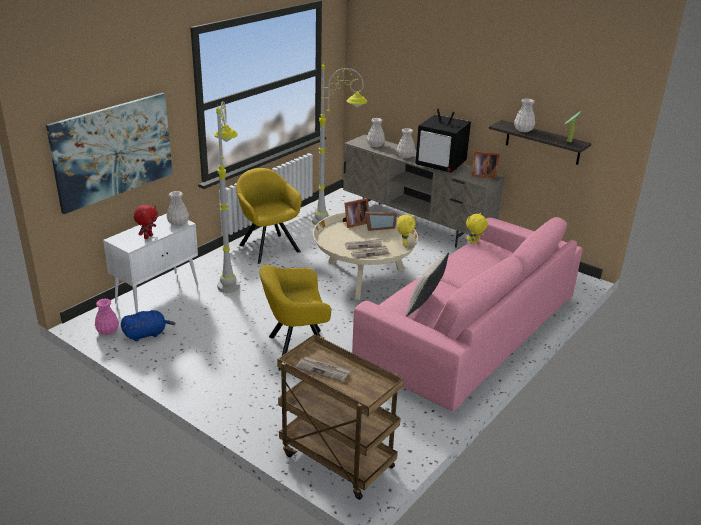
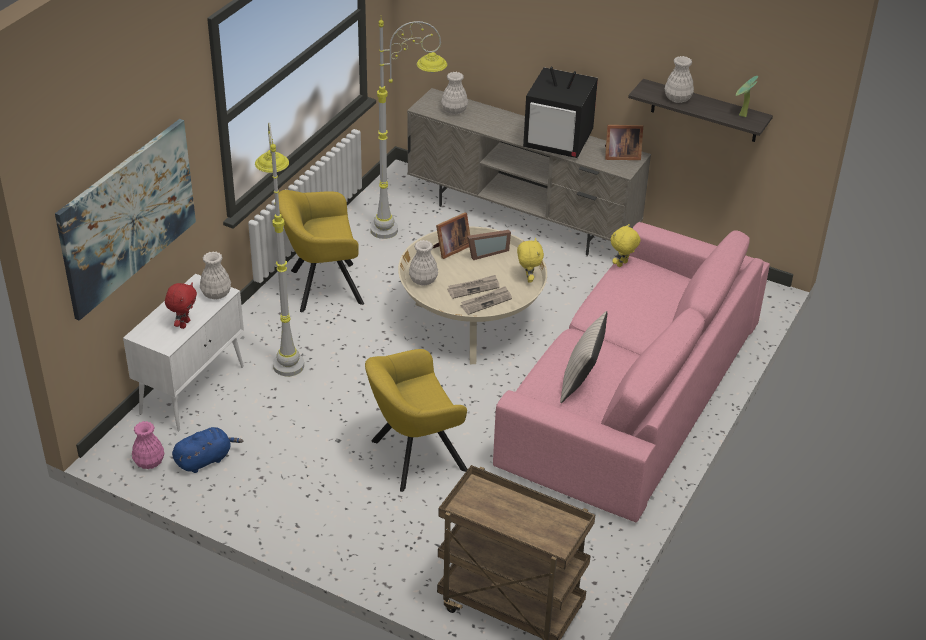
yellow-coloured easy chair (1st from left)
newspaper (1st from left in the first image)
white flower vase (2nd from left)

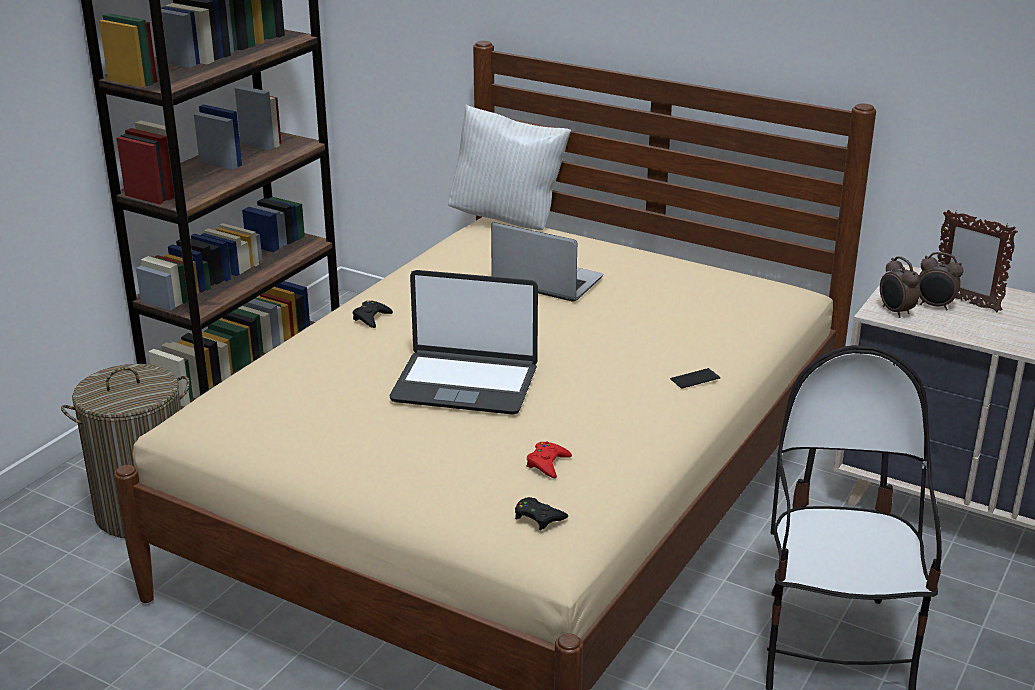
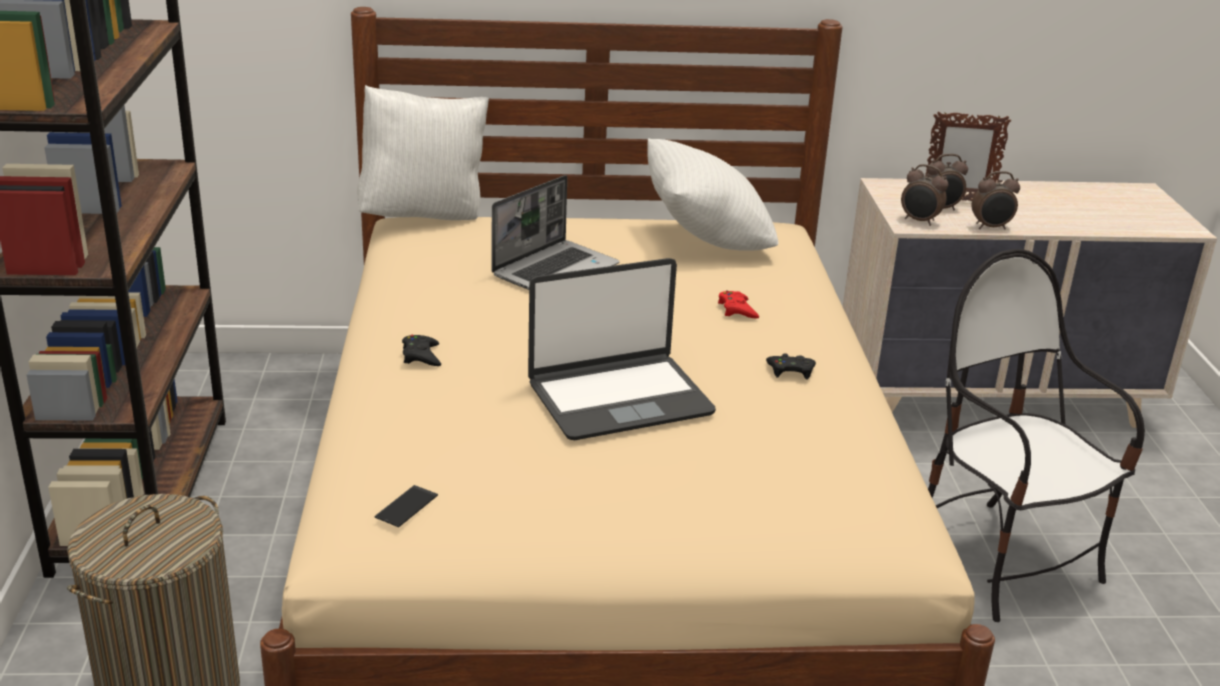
notebook computer (1st from left)
black-coloured joypad (2nd from left)
red-coloured joypad
phone
white pillow (2nd from left)
table clock (3rd from left)

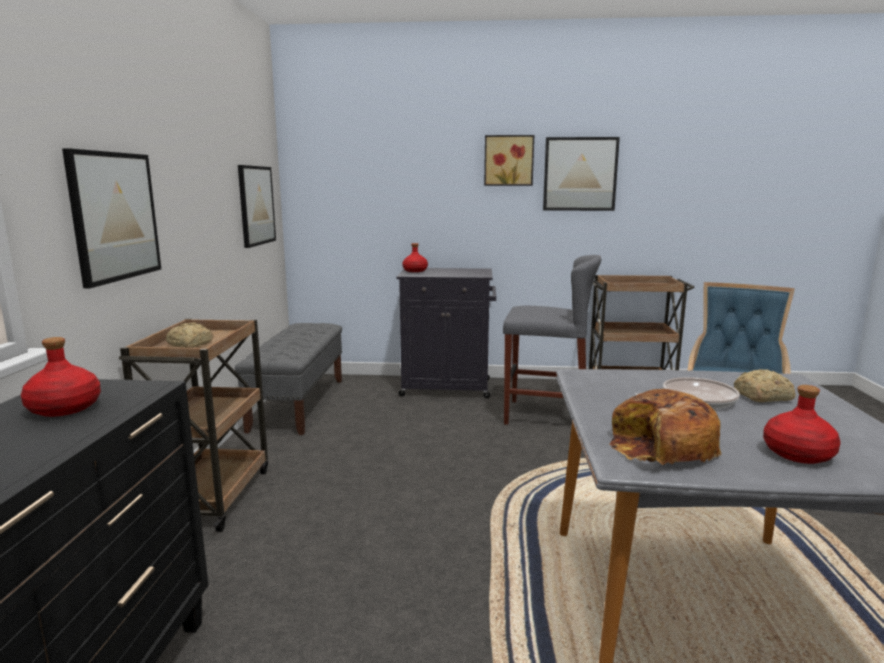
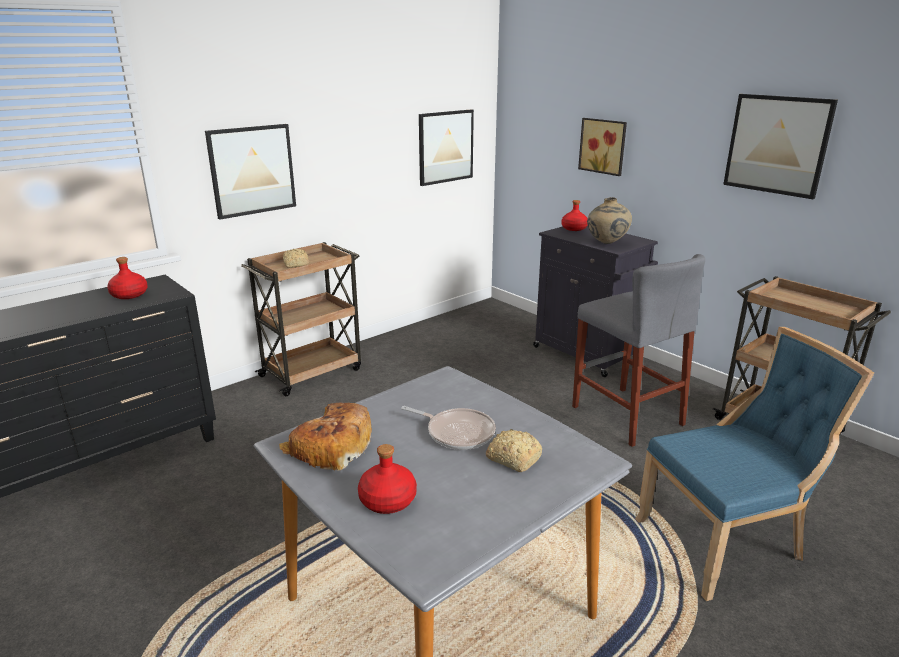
greyish indoor bench
wall art (3rd from left)
sand-coloured flower vase

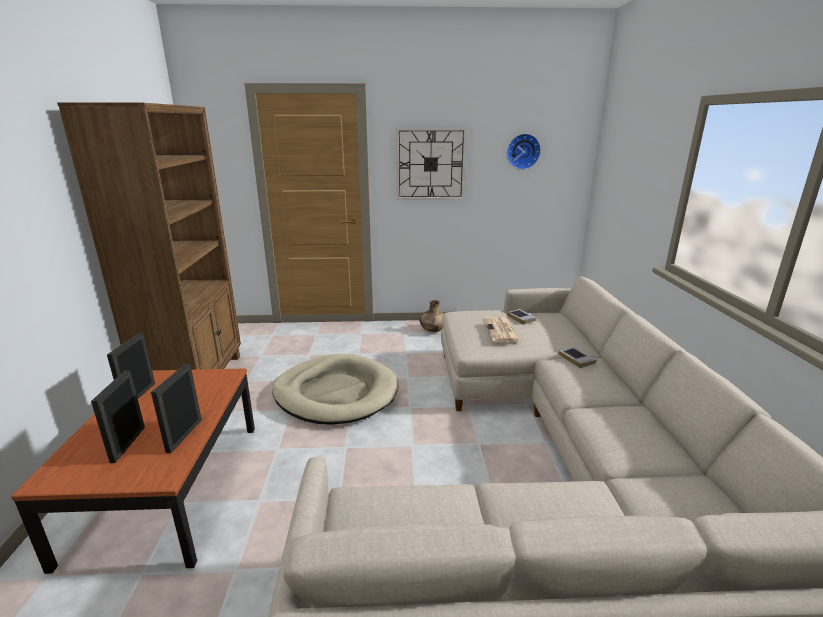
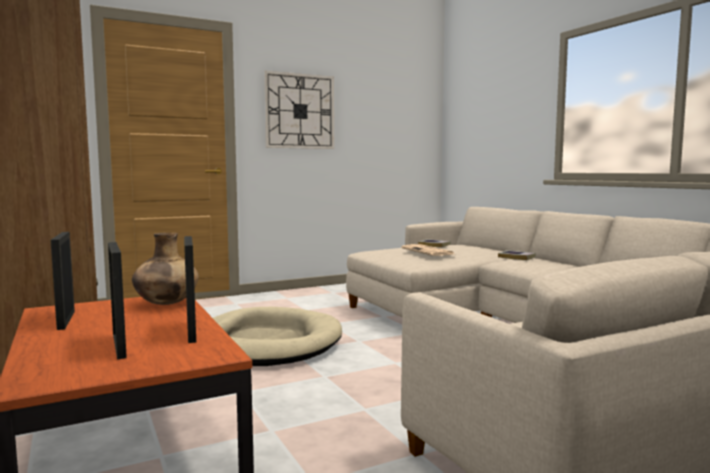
brownish flower vase
clock on the wall (2nd from left in the first image)

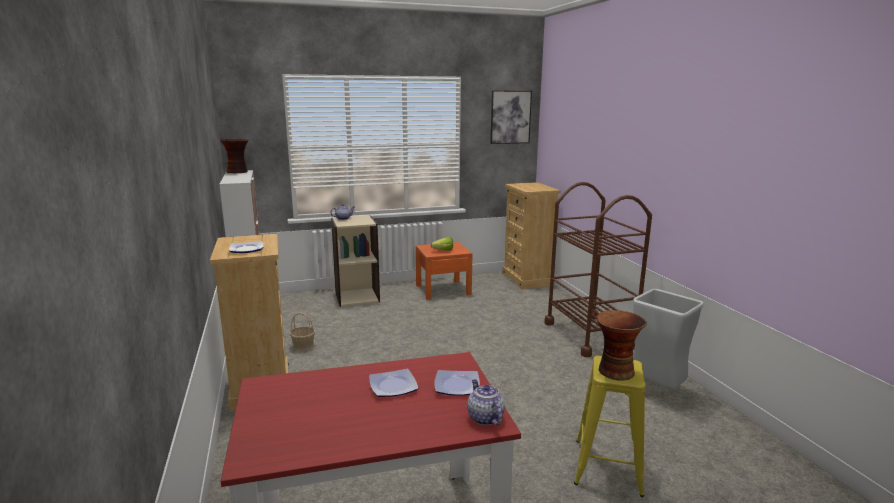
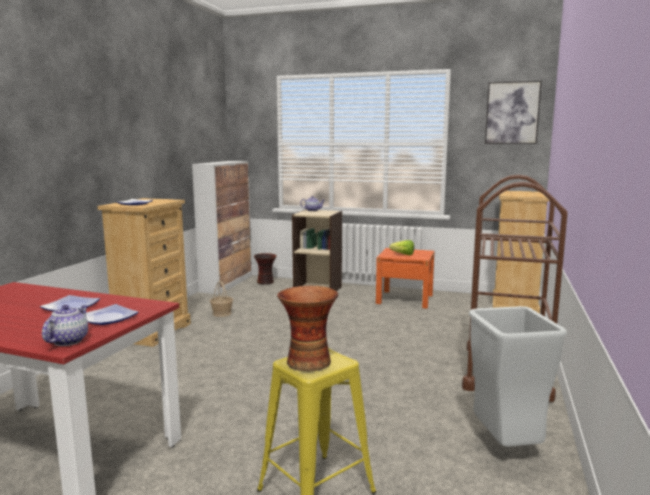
flower vase (1st from left)

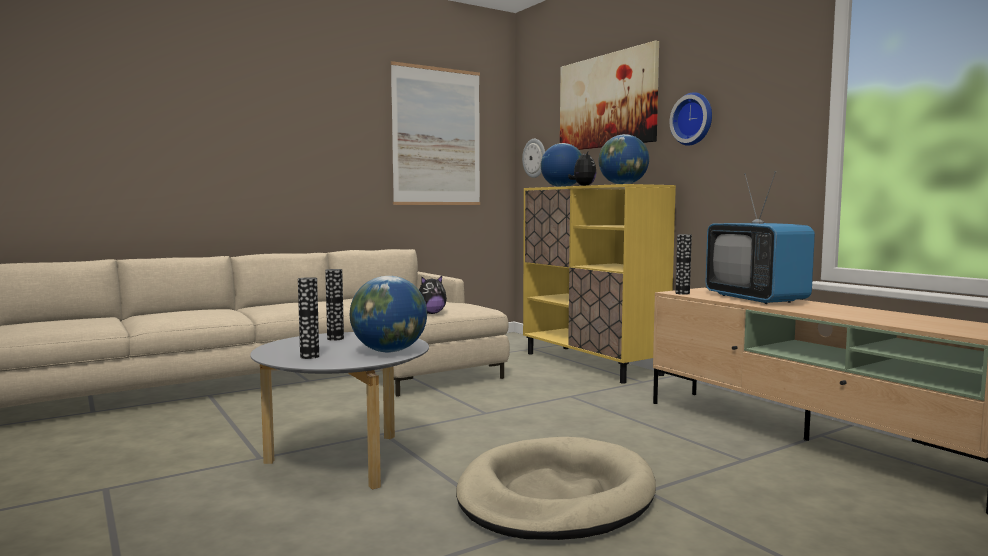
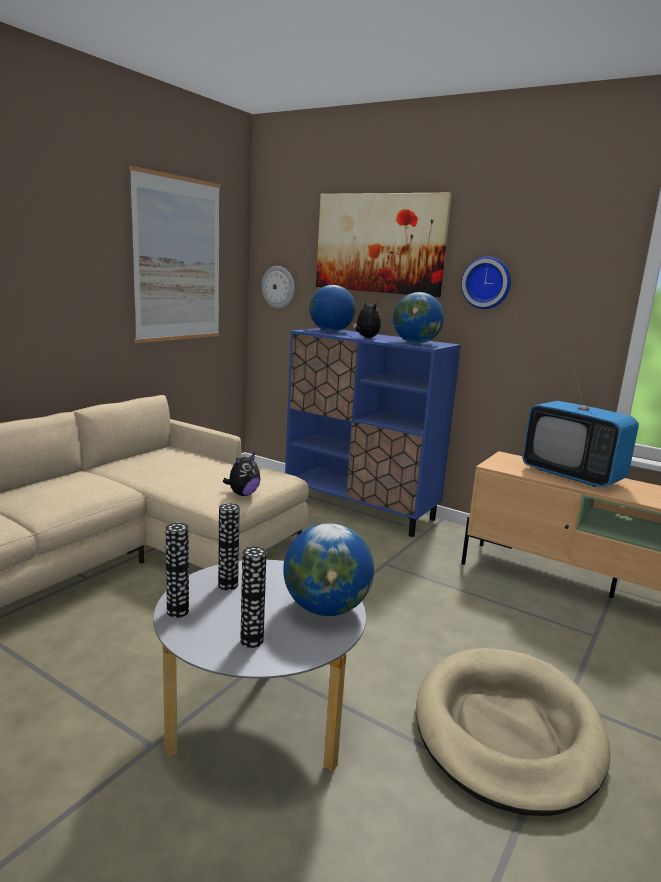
blue cupboard
flower vase (1st from left)

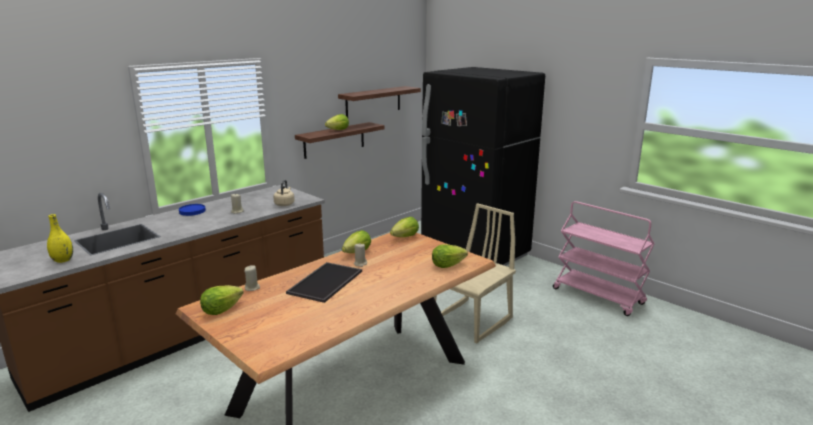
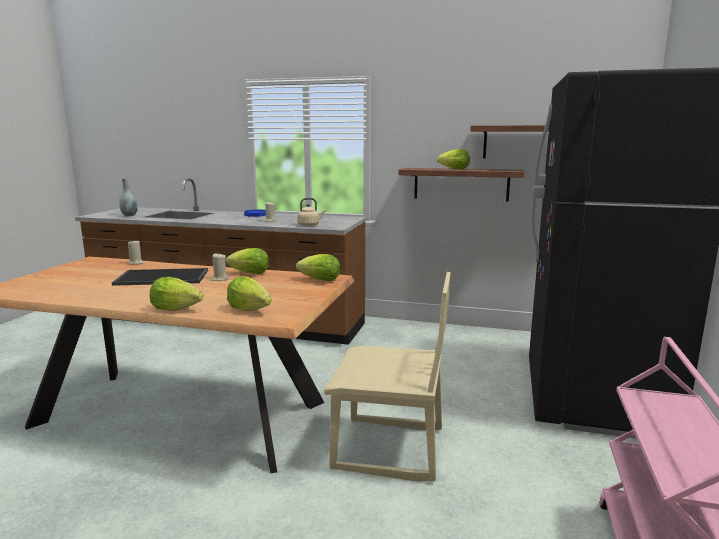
greyish flower vase
head of lettuce (1st from left)

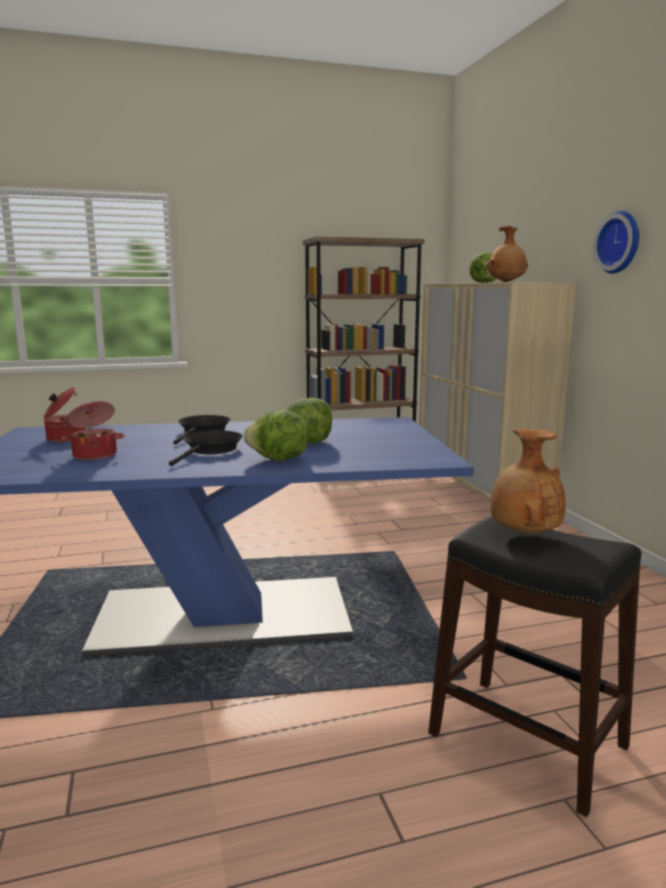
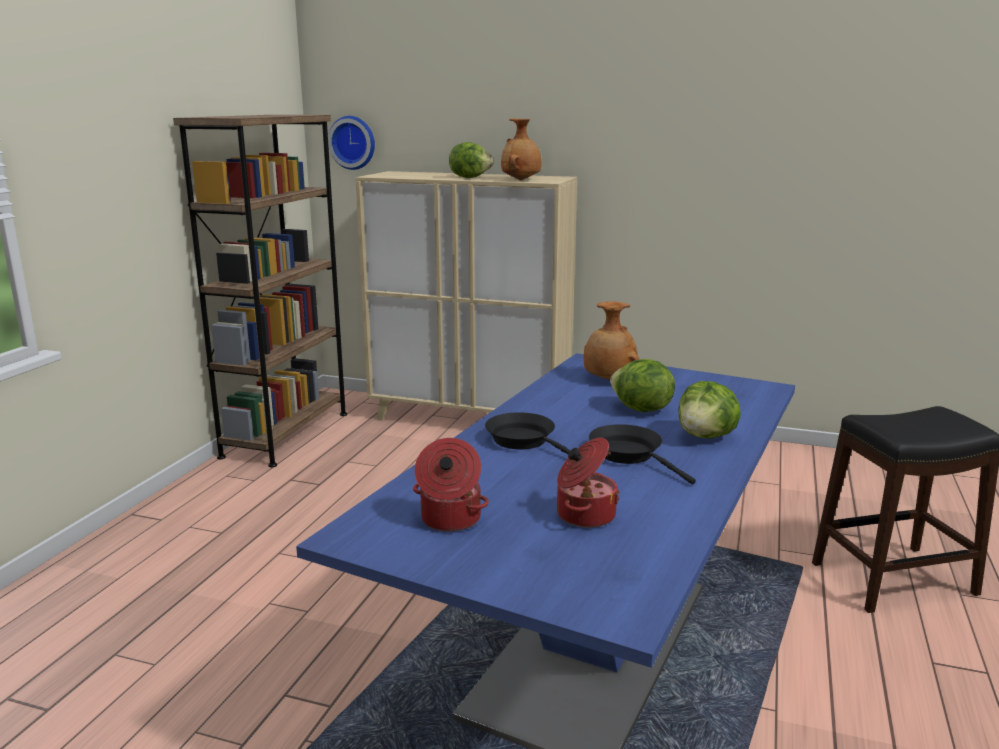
brownish flower vase (2nd from left)
clock on the wall

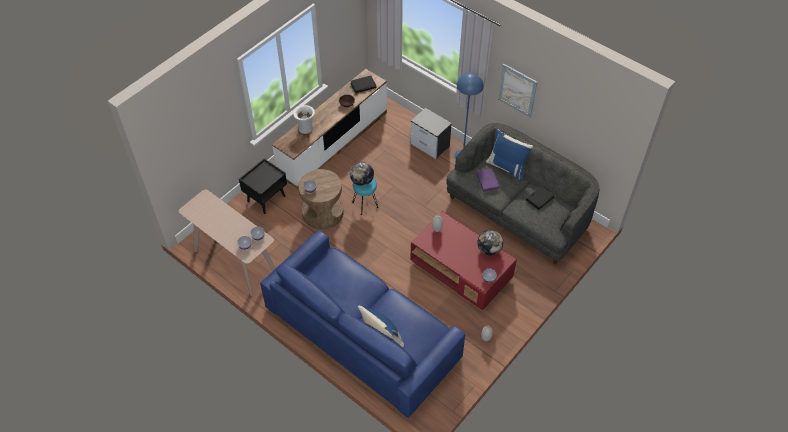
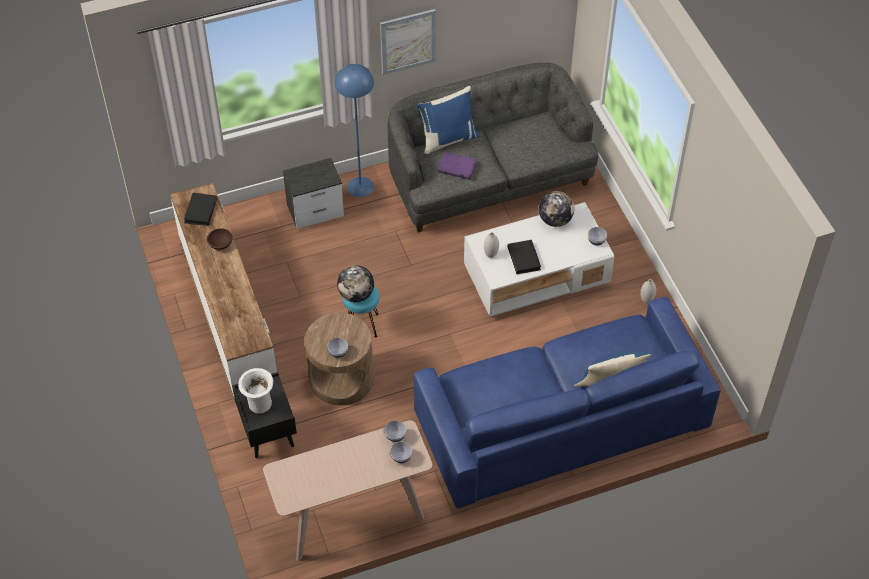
white flower vase (1st from left)
white coffee table
black-coloured book (2nd from left)

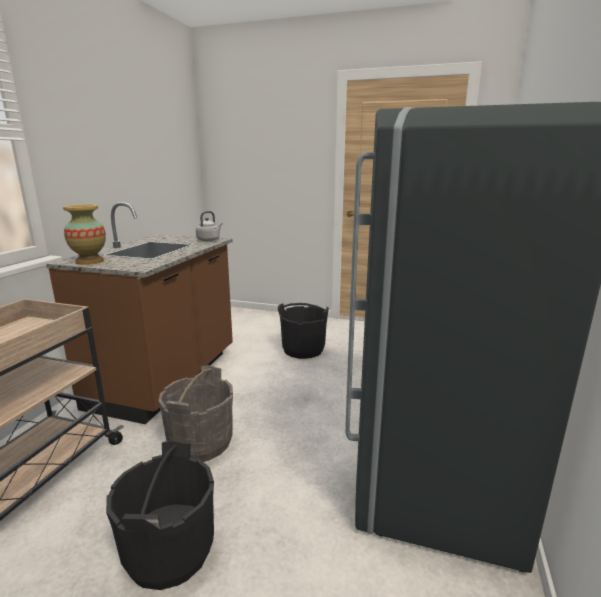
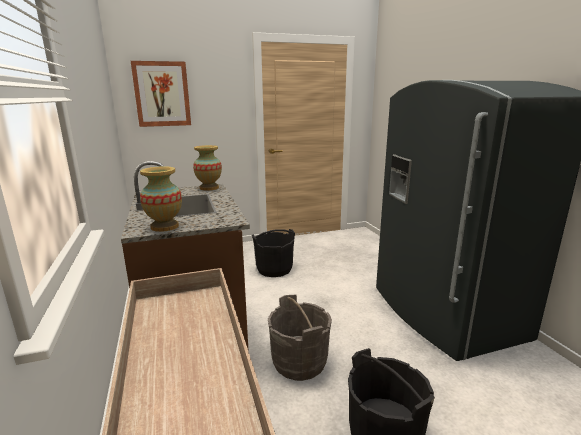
flower vase (2nd from left)
wall art

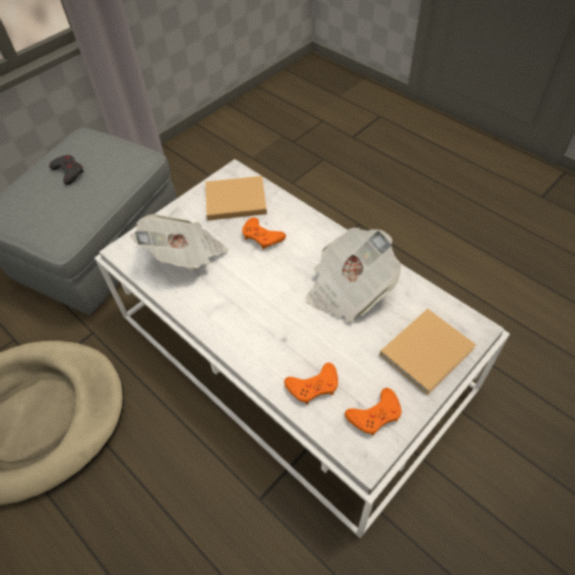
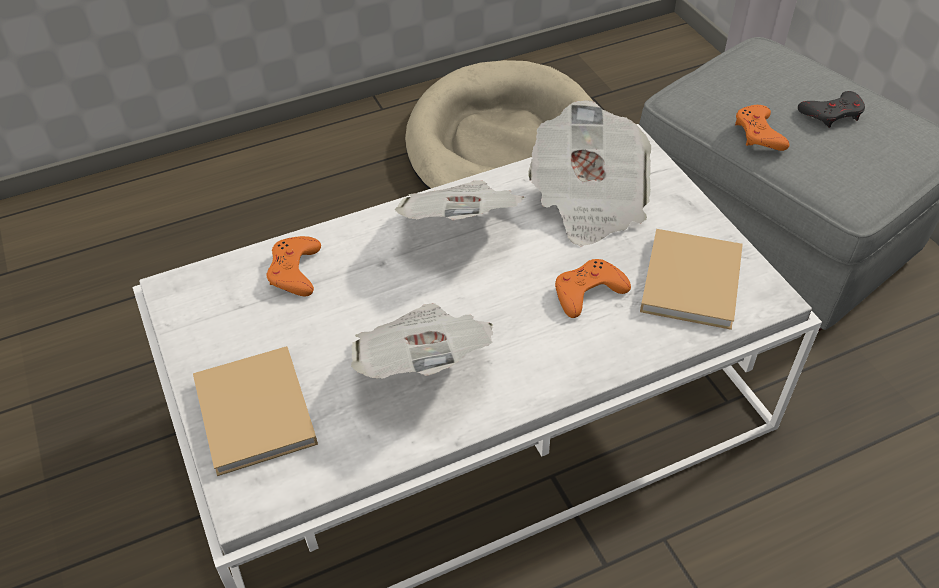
orangey joypad (3rd from left)
newspaper (2nd from left)

